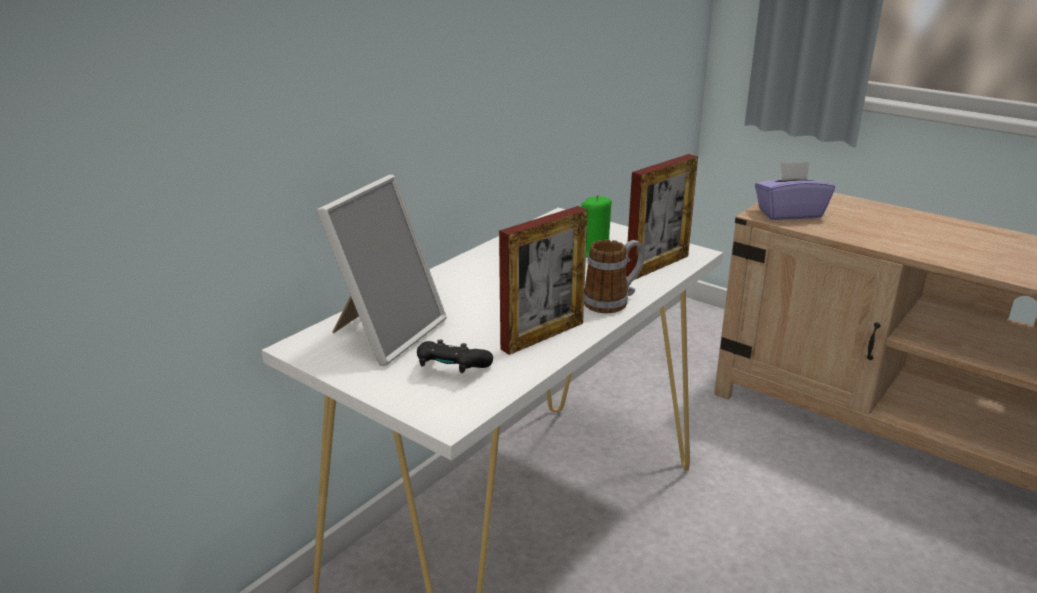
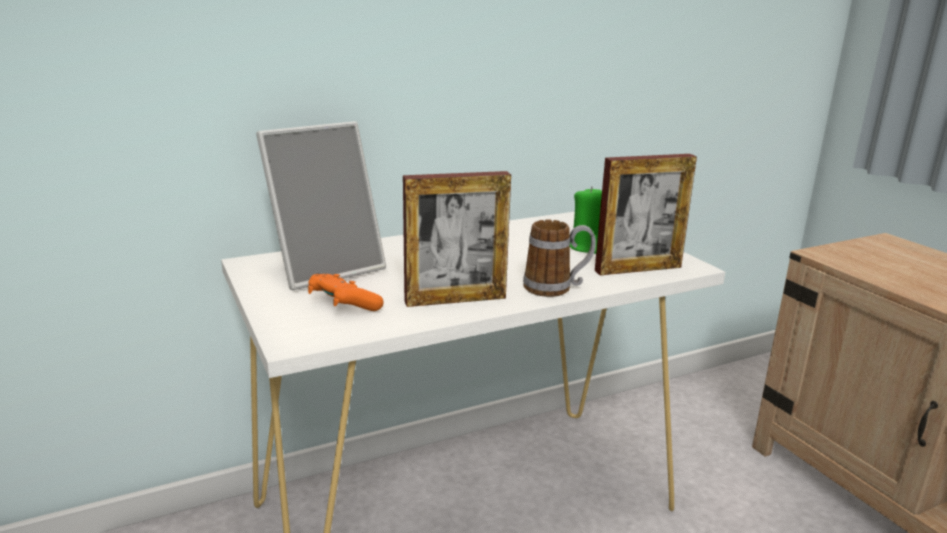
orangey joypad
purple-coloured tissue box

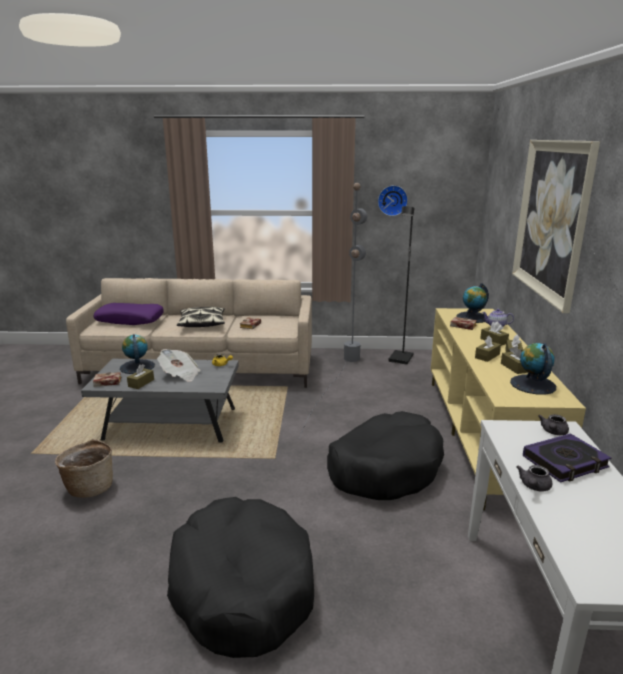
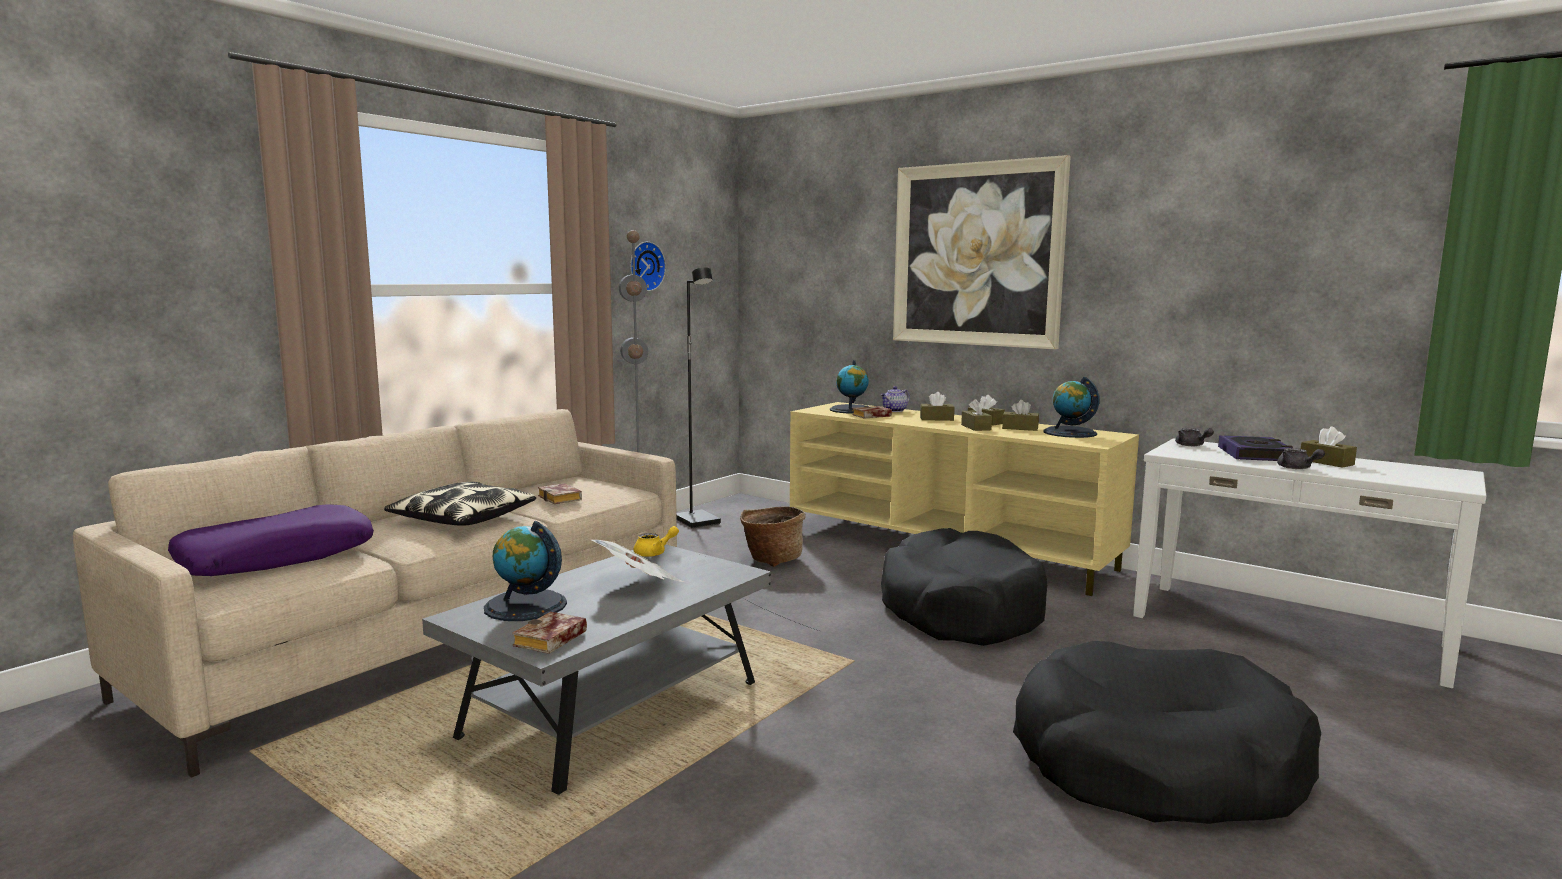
storage basket
brownish tissue box (5th from left)

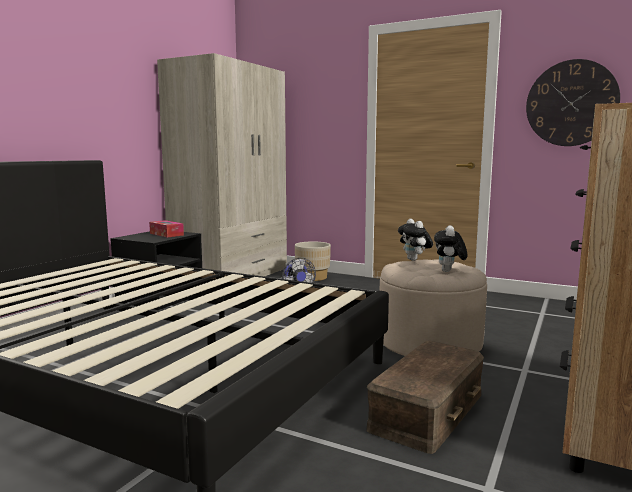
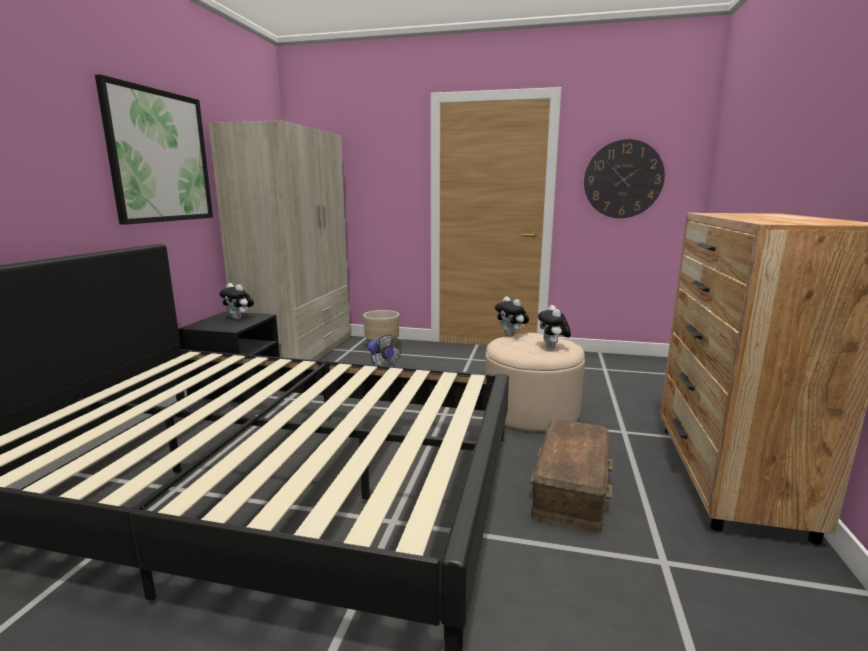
cuddly toy (1st from left)
wall art

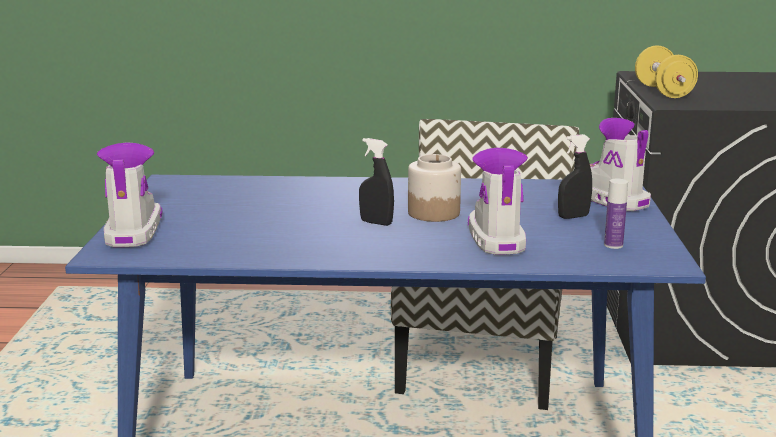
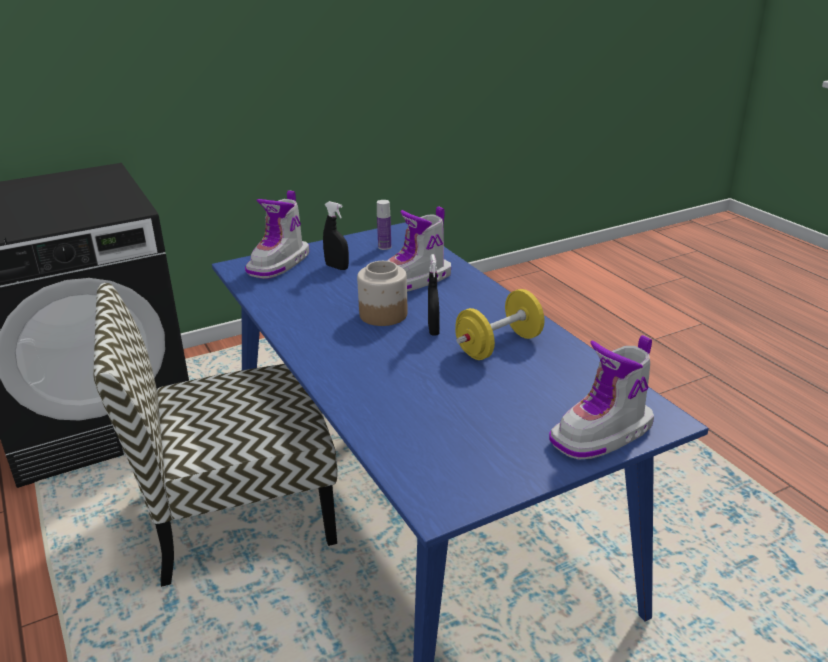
yellow-coloured dumbbell

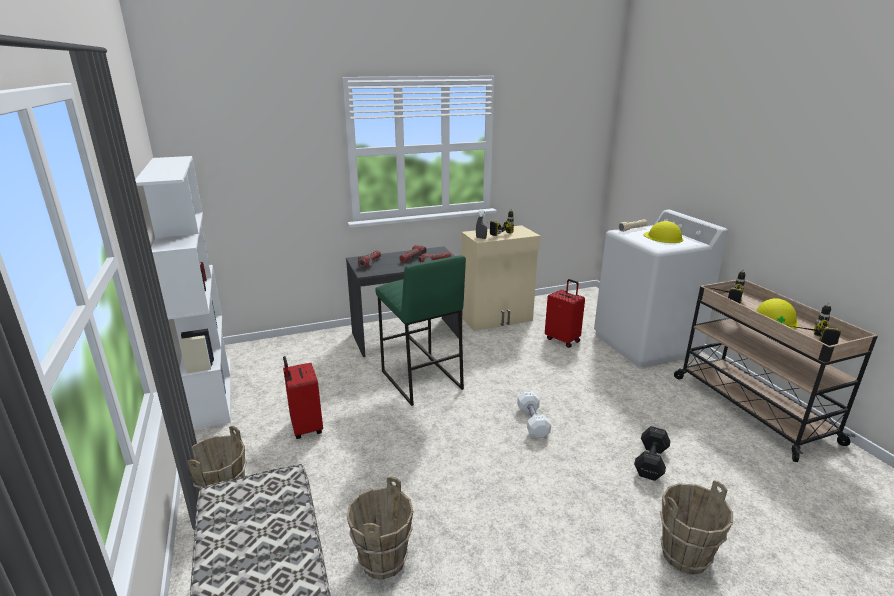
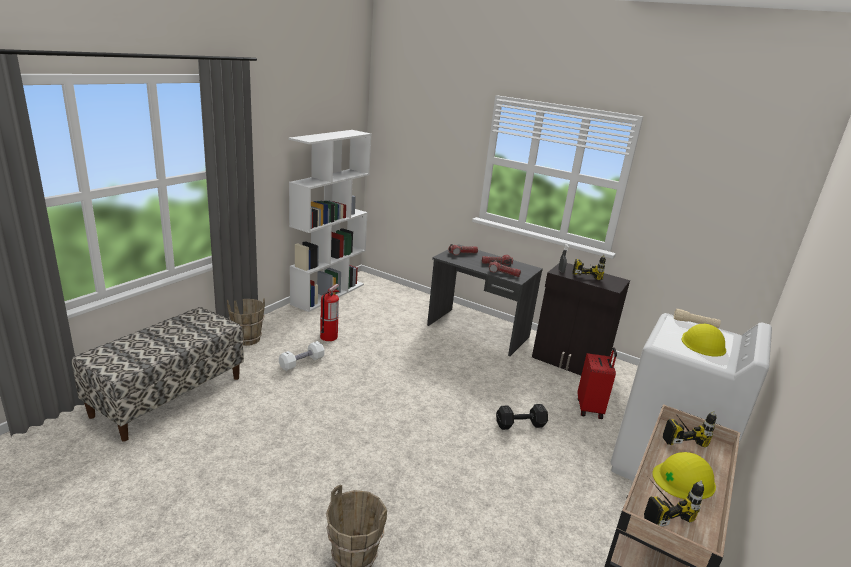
fire extinguisher
brownish pail (2nd from left in the first image)
greenish sitting stool
black-coloured cupboard
white dumbbell
black-coloured dumbbell

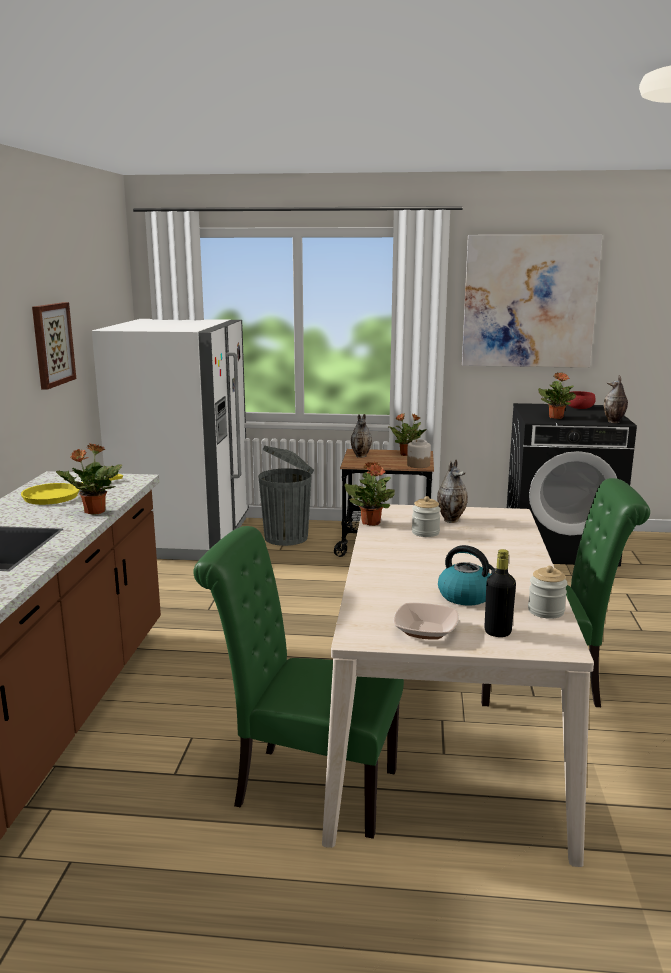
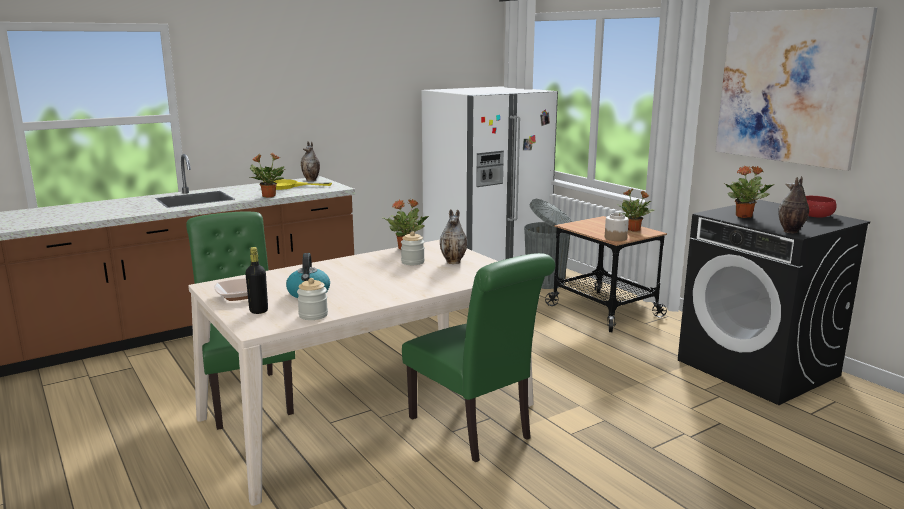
wall art (1st from left in the first image)
flower vase (1st from left)

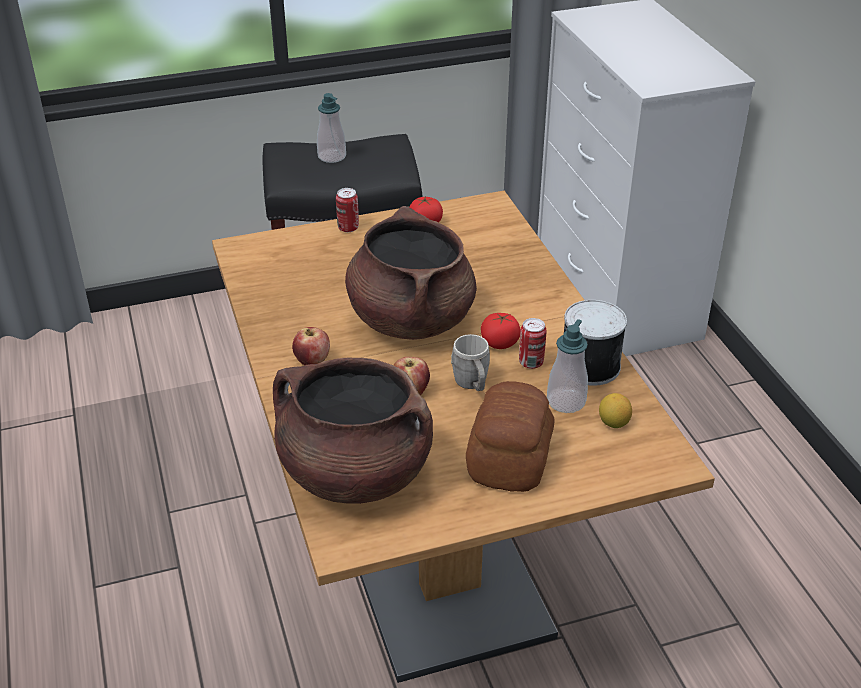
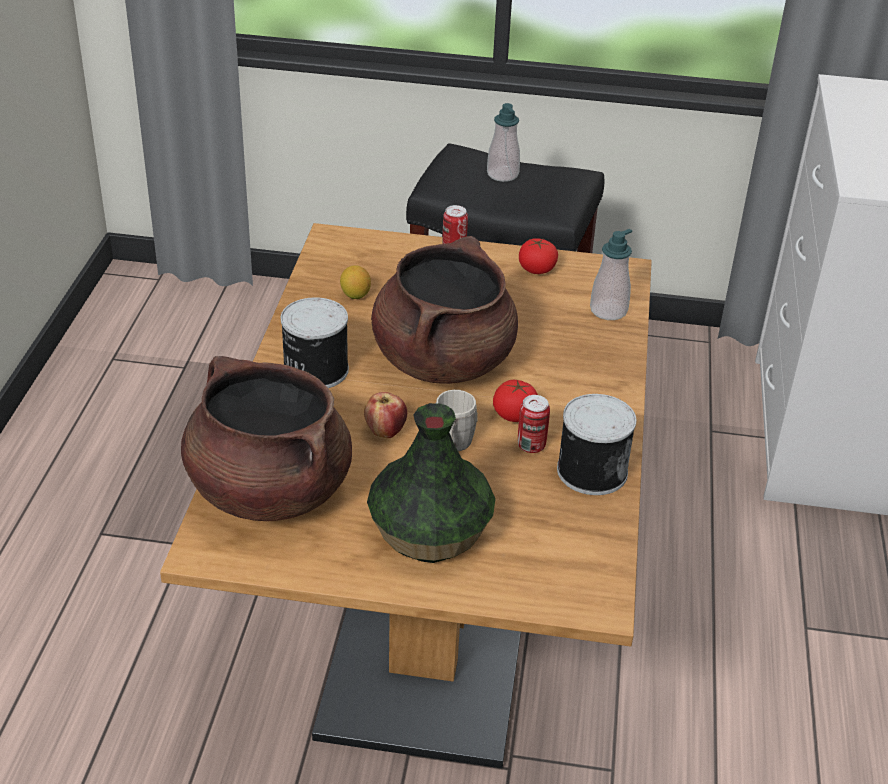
metal can (1st from left)
flower vase
liquid soap bottle (2nd from left)
citrus fruit

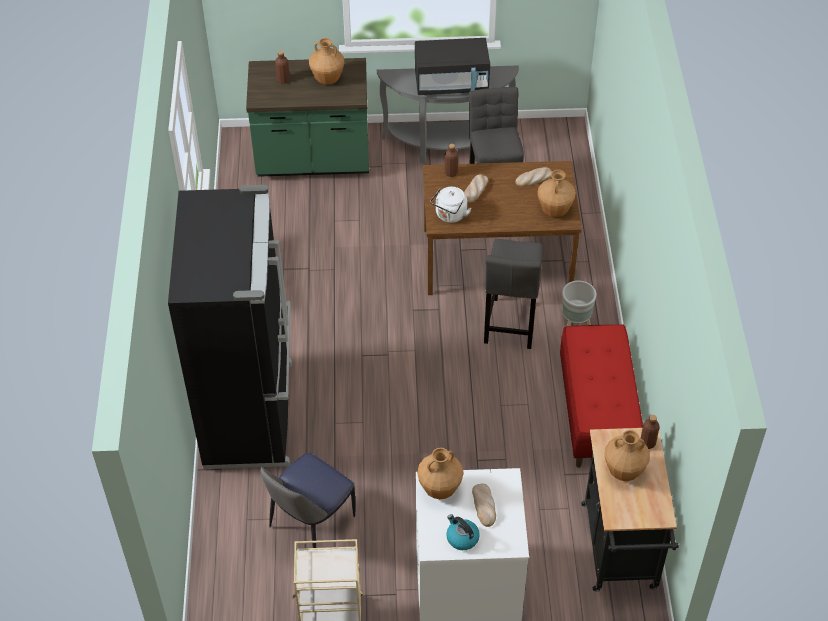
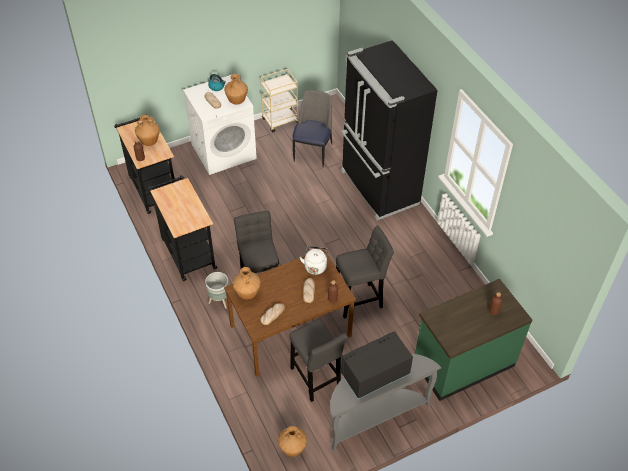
brownish flower vase (4th from left)
black-coloured cart (2nd from left)
greyish sitting stool (3rd from left)

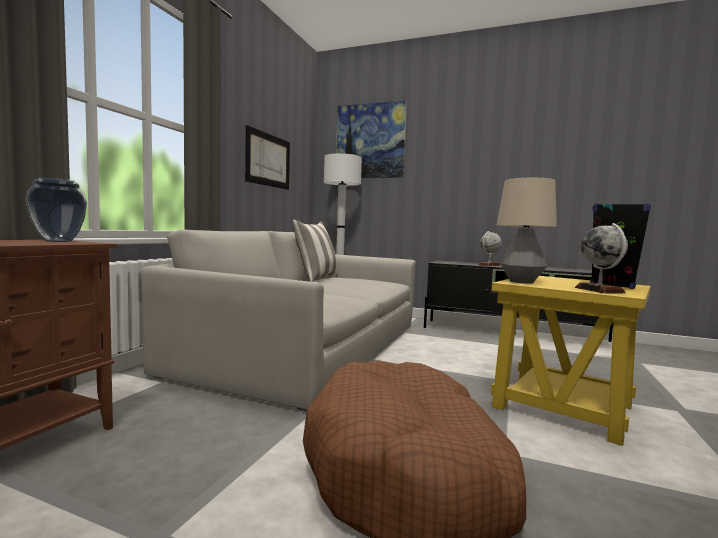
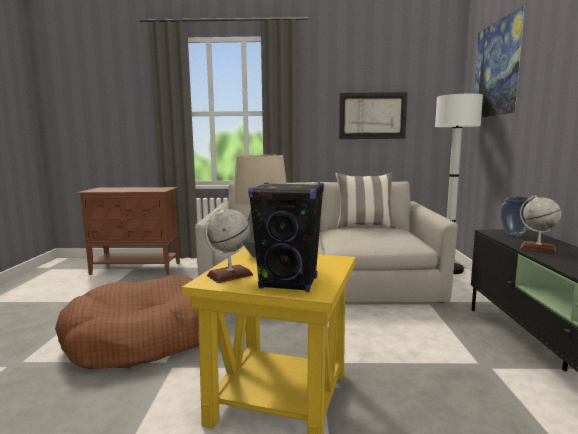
flower vase

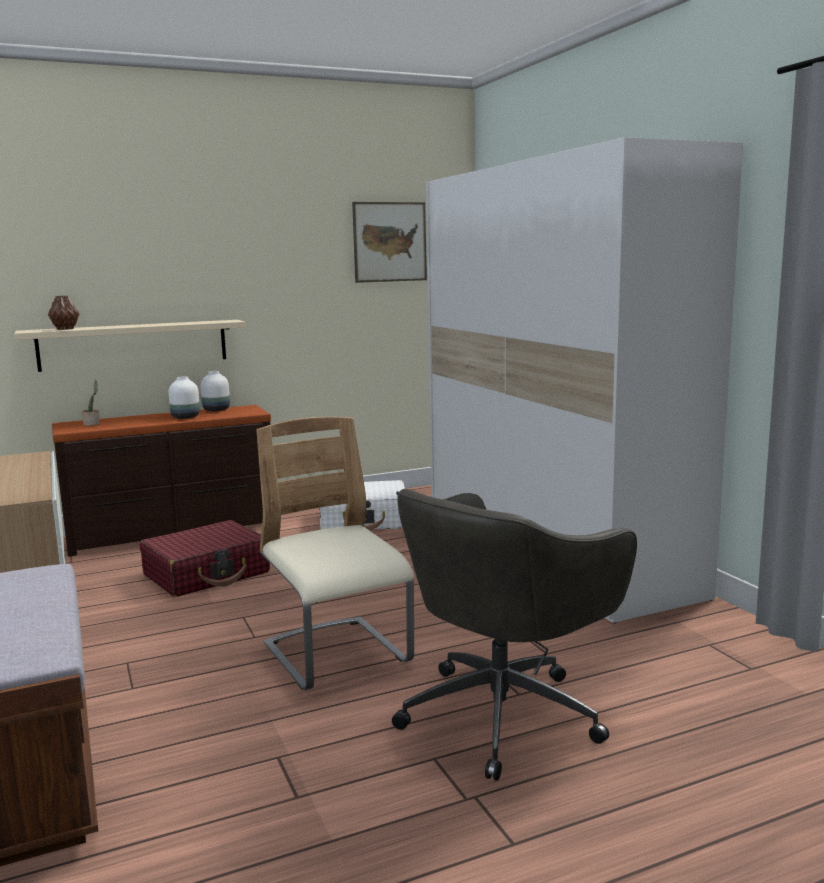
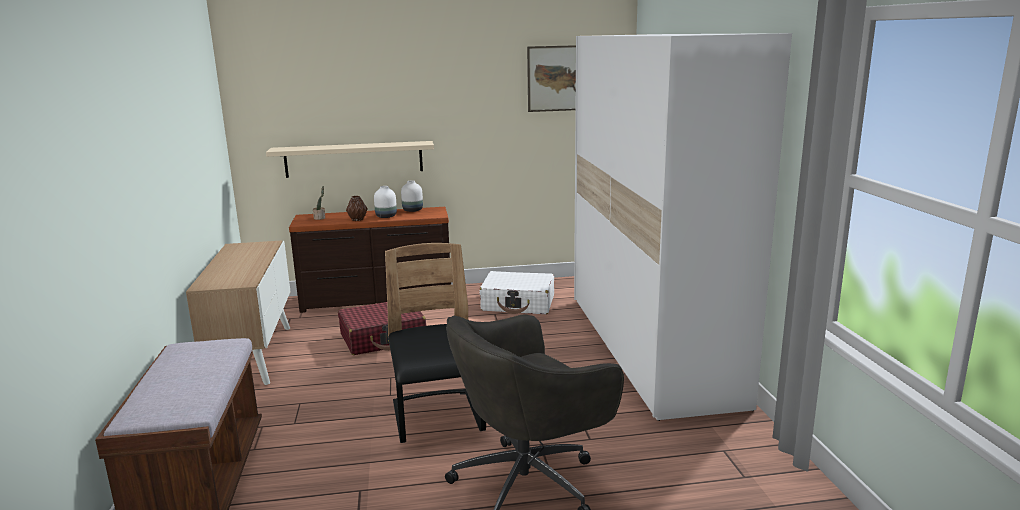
brownish flower vase
black-coloured upright chair

